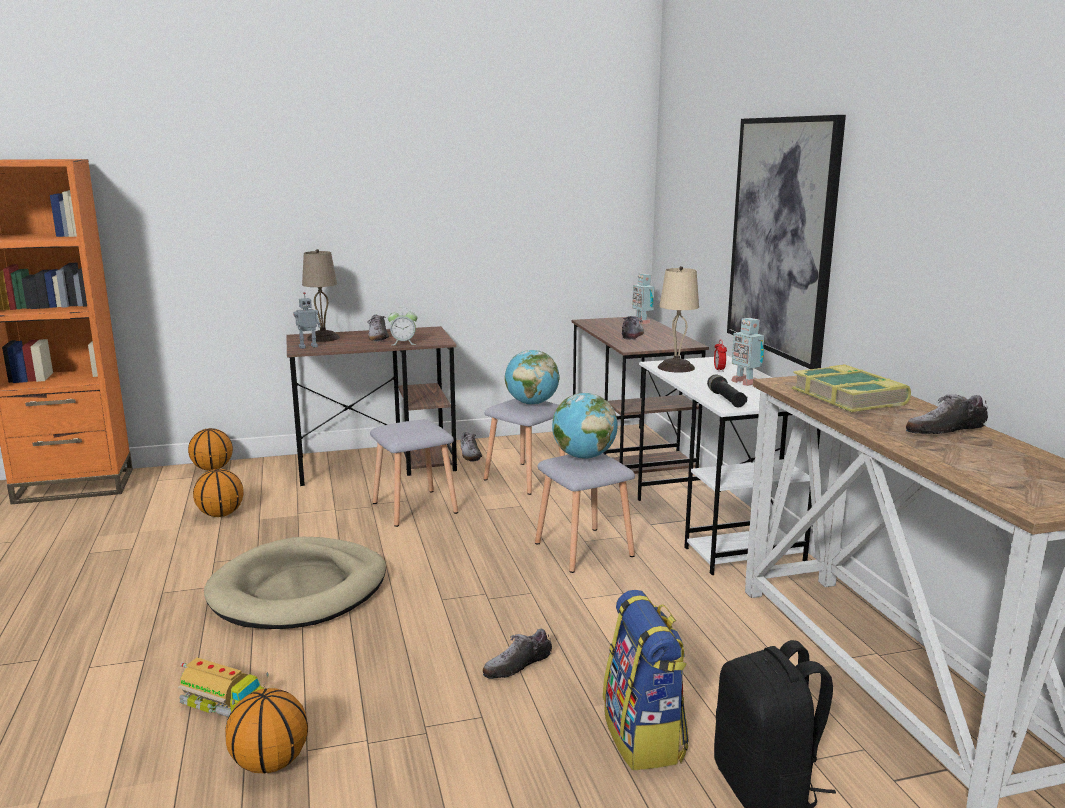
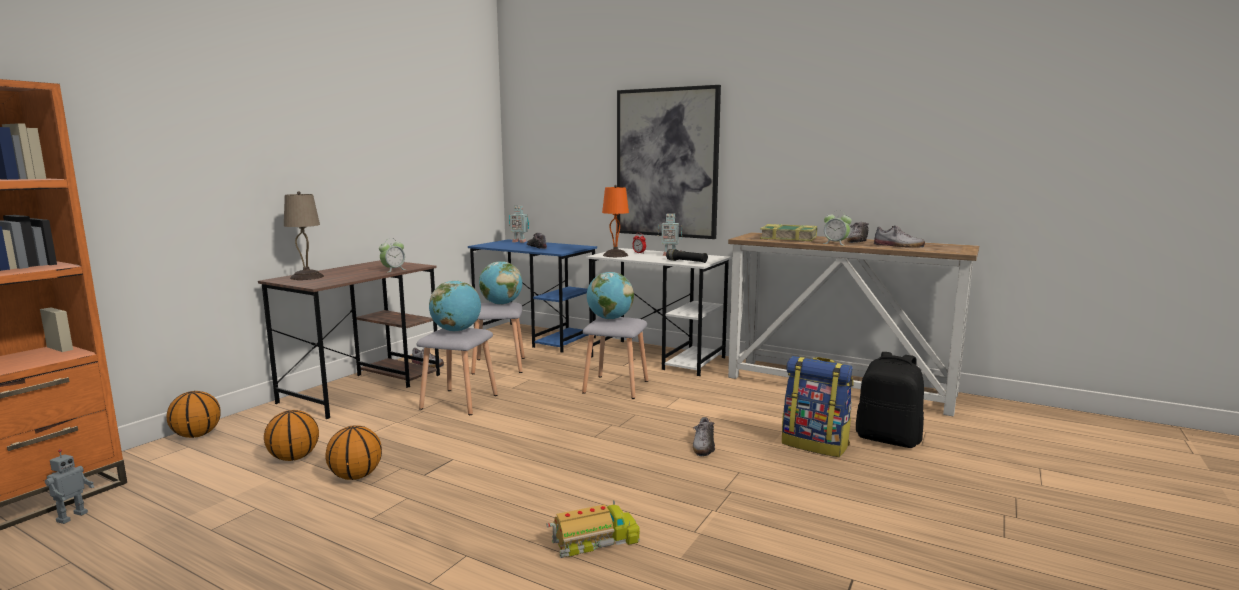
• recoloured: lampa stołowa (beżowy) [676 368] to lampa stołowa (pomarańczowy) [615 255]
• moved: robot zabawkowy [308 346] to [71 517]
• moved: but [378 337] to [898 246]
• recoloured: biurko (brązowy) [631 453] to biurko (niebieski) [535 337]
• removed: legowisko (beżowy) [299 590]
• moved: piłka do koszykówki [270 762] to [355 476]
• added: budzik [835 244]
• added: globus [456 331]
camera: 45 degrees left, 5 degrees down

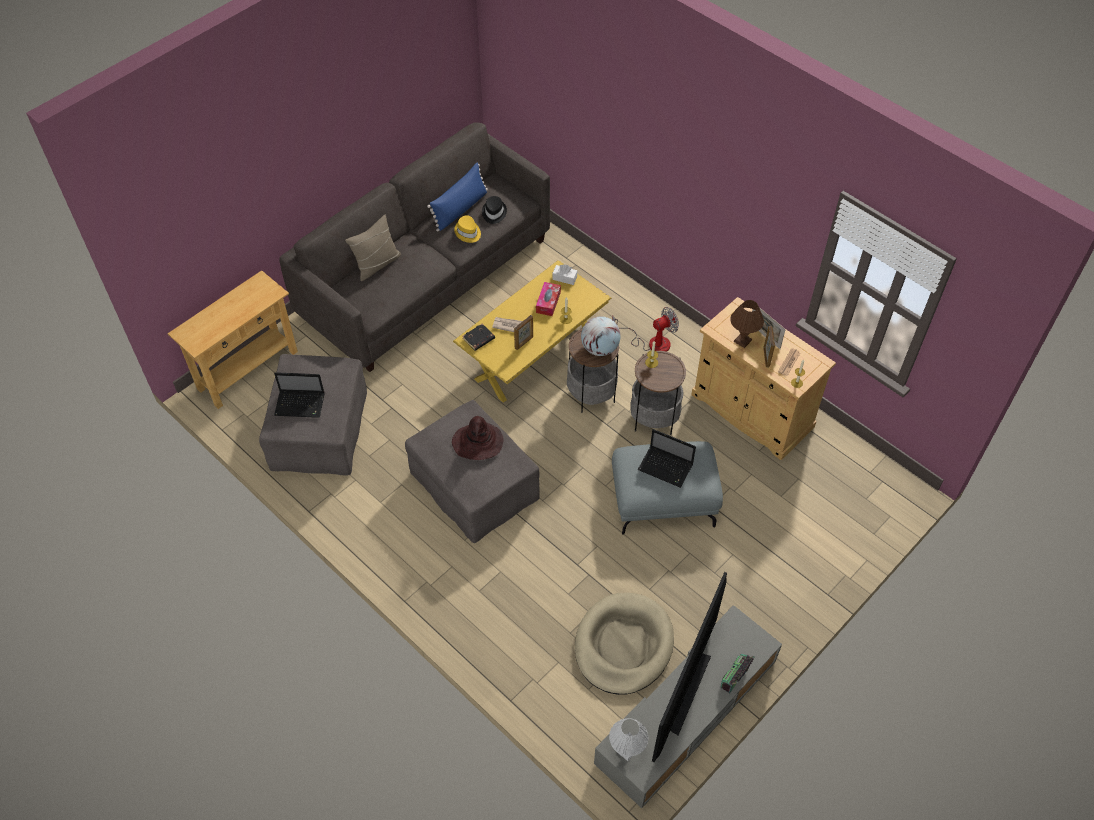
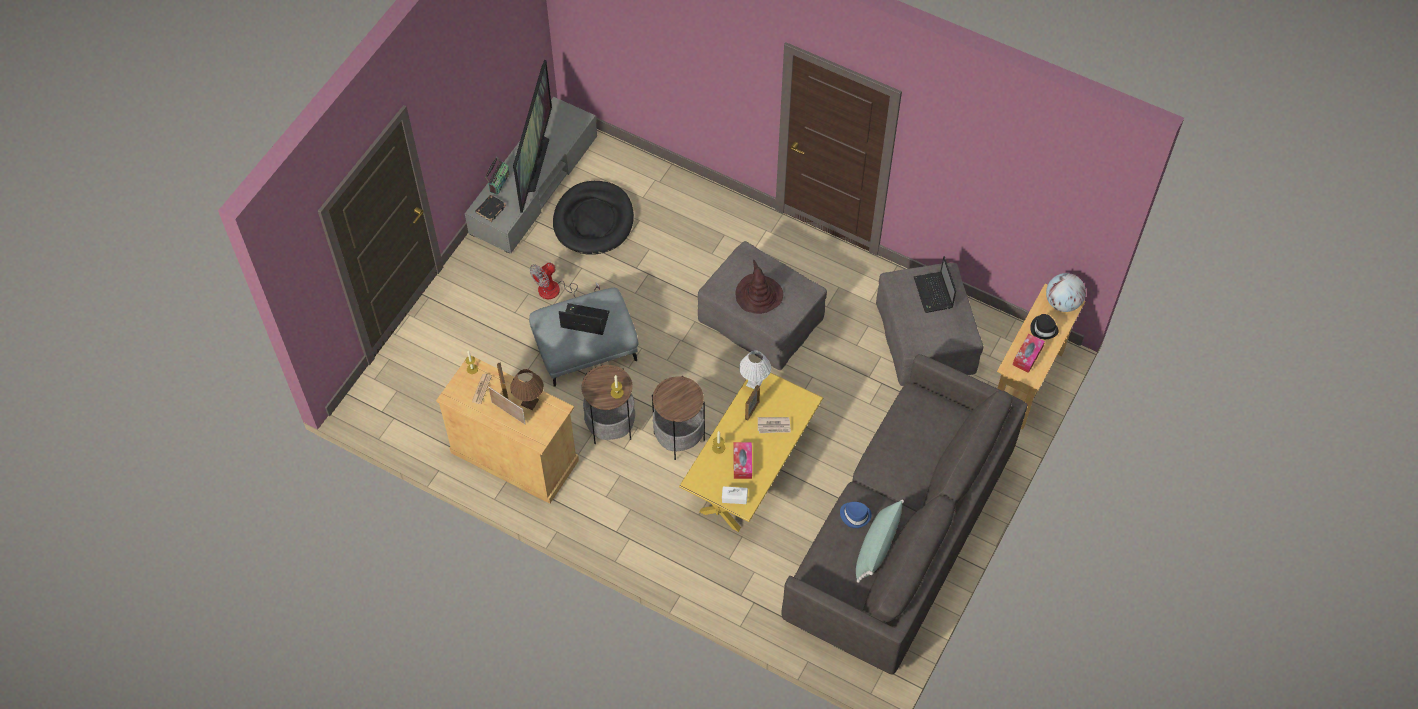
• recoloured: poduszka (niebieski) [460 209] to poduszka (zielony) [876 547]
• moved: kapelusz (czarny) [493 213] to [1044 328]
• removed: poduszka (beżowy) [377 264]
• recoloured: kapelusz (żółty) [468 232] to kapelusz (niebieski) [855 515]
• moved: wentylator [651 342] to [557 291]
• moved: globus [600 348] to [1062 303]
• moved: książka (czarny) [478 339] to [490 209]
• turned: laptop [301 404] = [933 293] 90 degrees counterclockwise
• recoloured: legowisko (beżowy) [623 645] to legowisko (czarny) [593 220]
• moved: lampa stołowa (biały) [626 750] to [754 383]
• added: pudełko chusteczek [1027 356]
camera: 165 degrees right, 5 degrees up

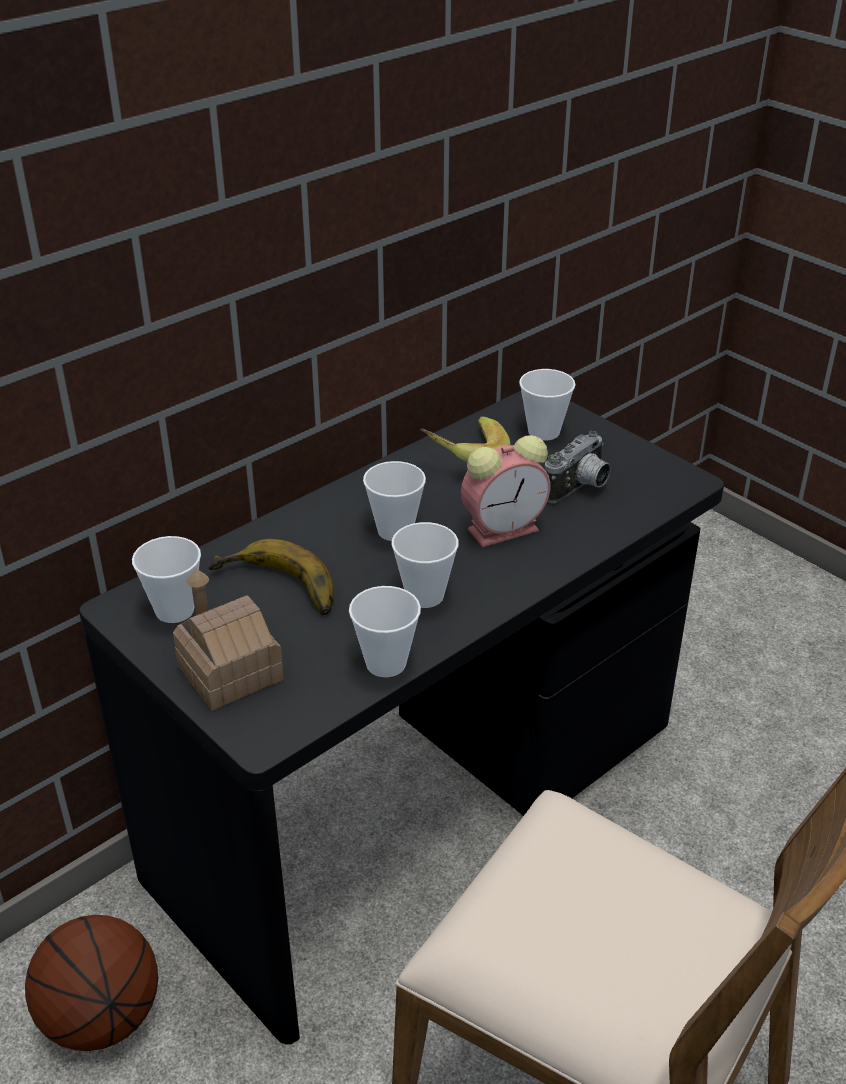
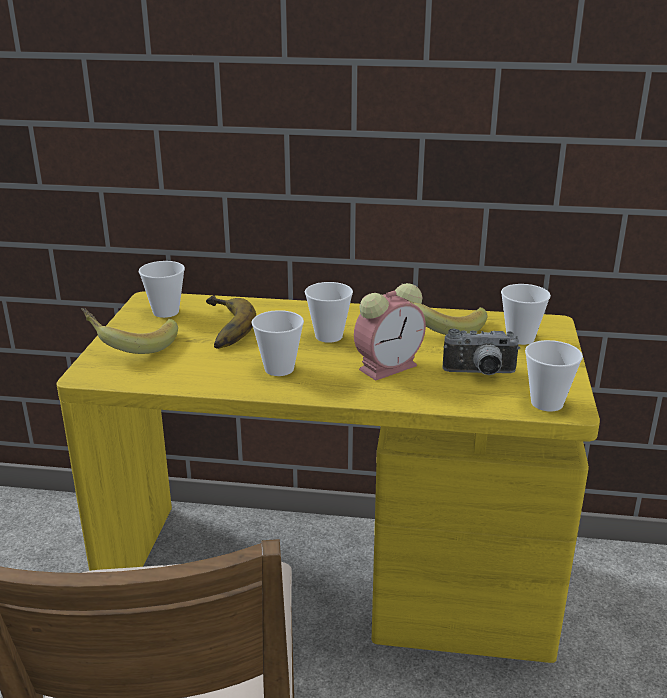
• recoloured: biurko (czarny) [421 804] to biurko (żółty) [333 583]
• turned: budzik [505 528] = [389 366] 60 degrees counterclockwise
• replaced: domek [229 673] to banan [132 345]
• moved: filiżanka [386 663] to [547 403]
• removed: piłka do koszykówki [101 1016]
camera: 50 degrees right, 10 degrees down

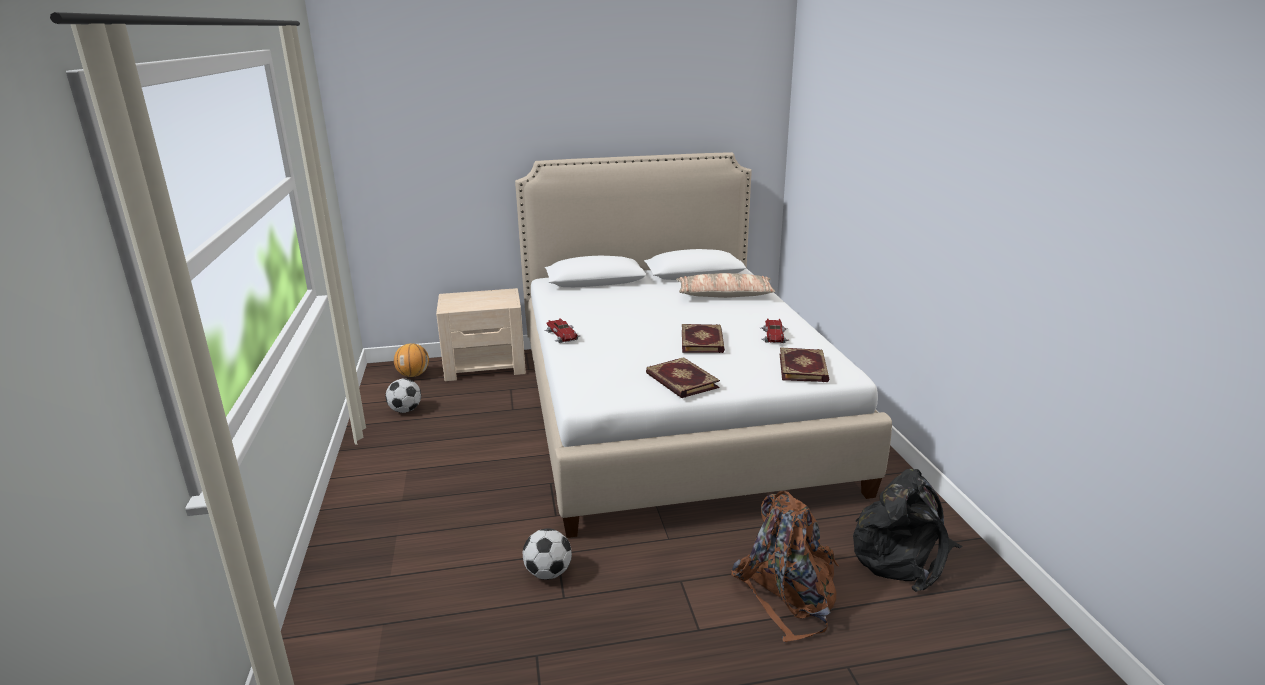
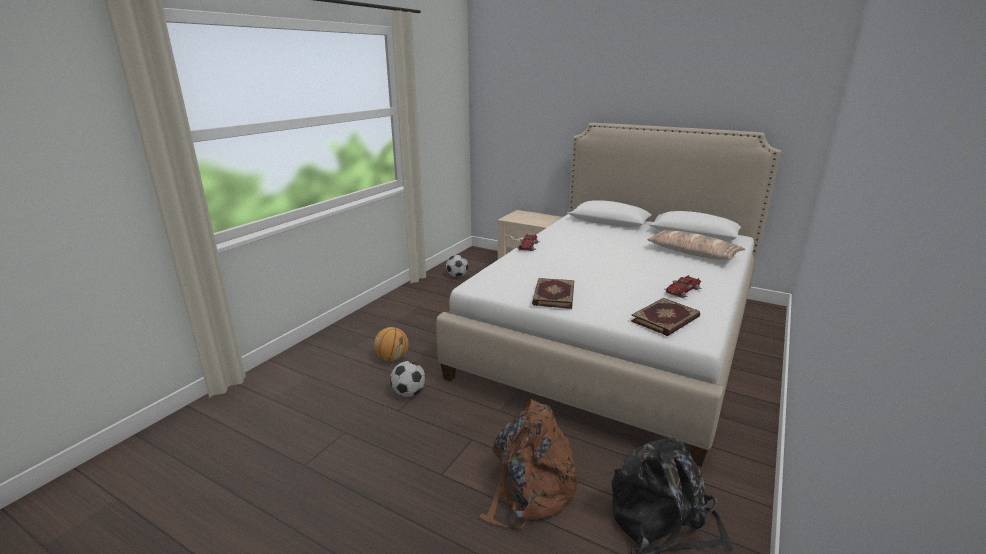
• removed: książka [703 341]
• moved: piłka do koszykówki [413 375] to [392 358]
camera: 40 degrees right, 0 degrees up

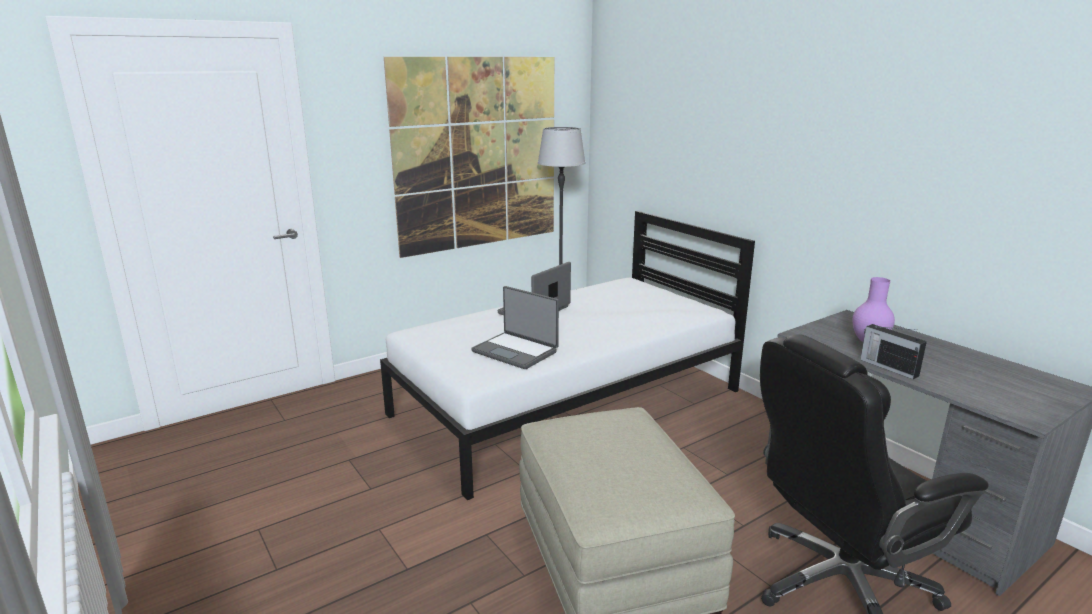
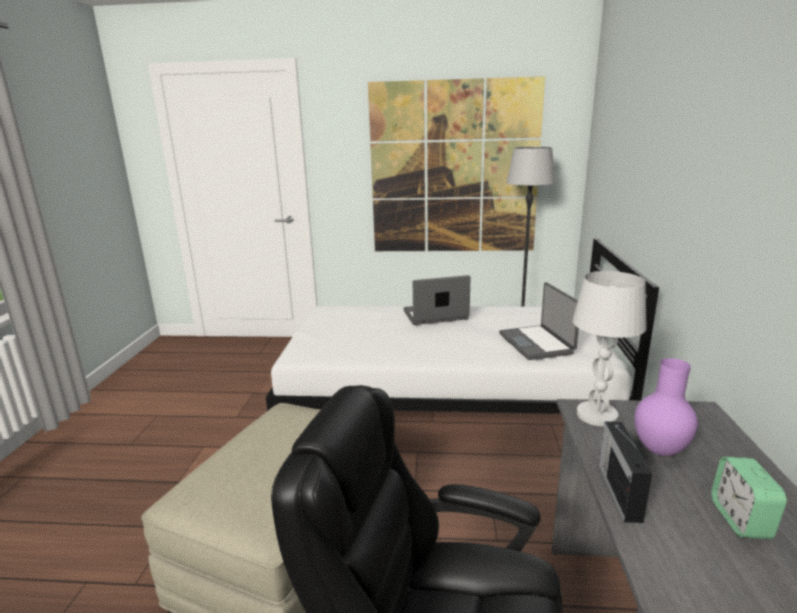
• moved: laptop [516 351] to [537 343]
• added: lampa stołowa (biały) [596 415]
• added: budzik [740 519]
camera: 40 degrees right, 0 degrees up

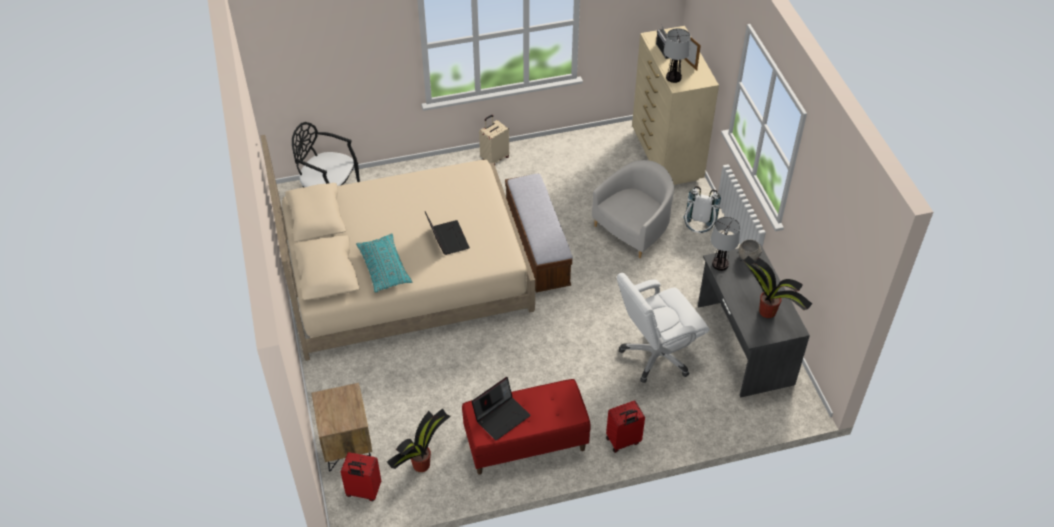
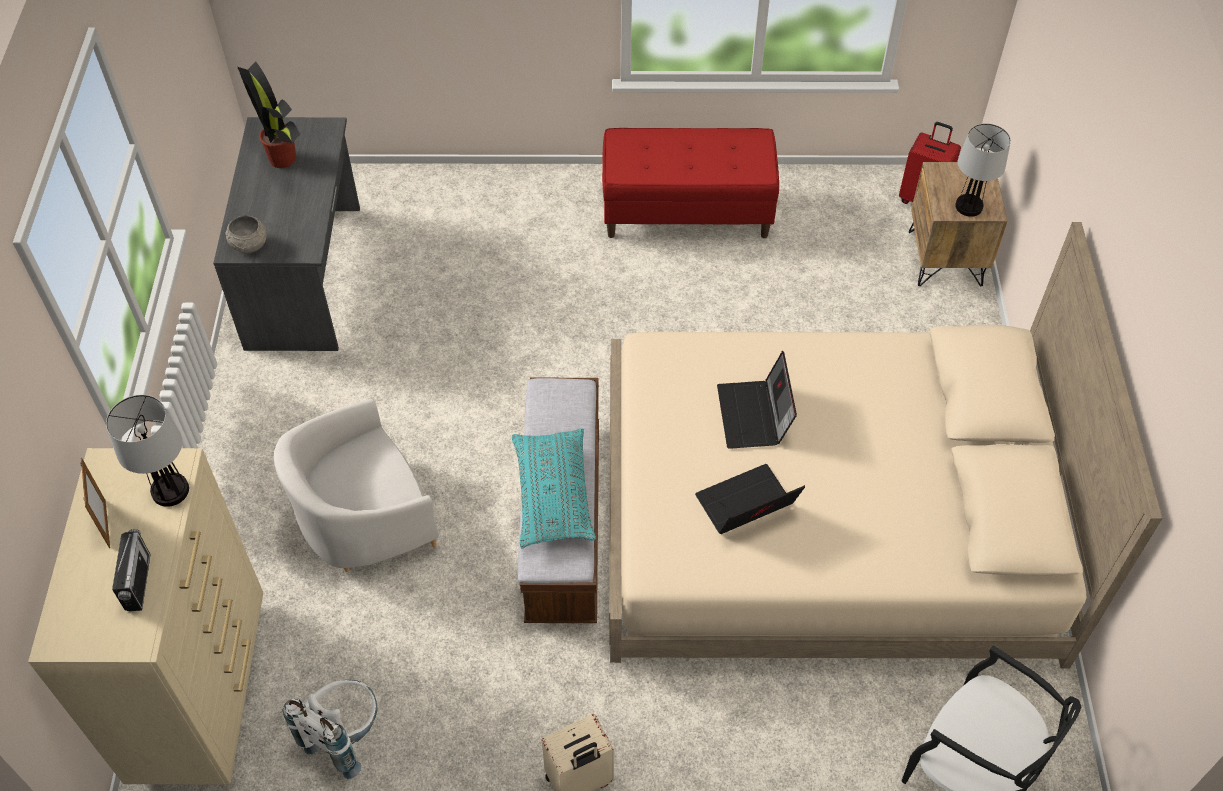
• moved: plecak (biały) [698 230] to [344 736]
• moved: lampa stołowa [720 264] to [968 206]
• moved: poduszka (turkusowy) [384 268] to [553 496]
• removed: krzesło biurowe (biały) [656 355]
• moved: laptop [501 416] to [746 506]
• removed: walizka (czerwony) [623 441]
• removed: roślina doniczkowa [422 464]
camera: 165 degrees left, 5 degrees up

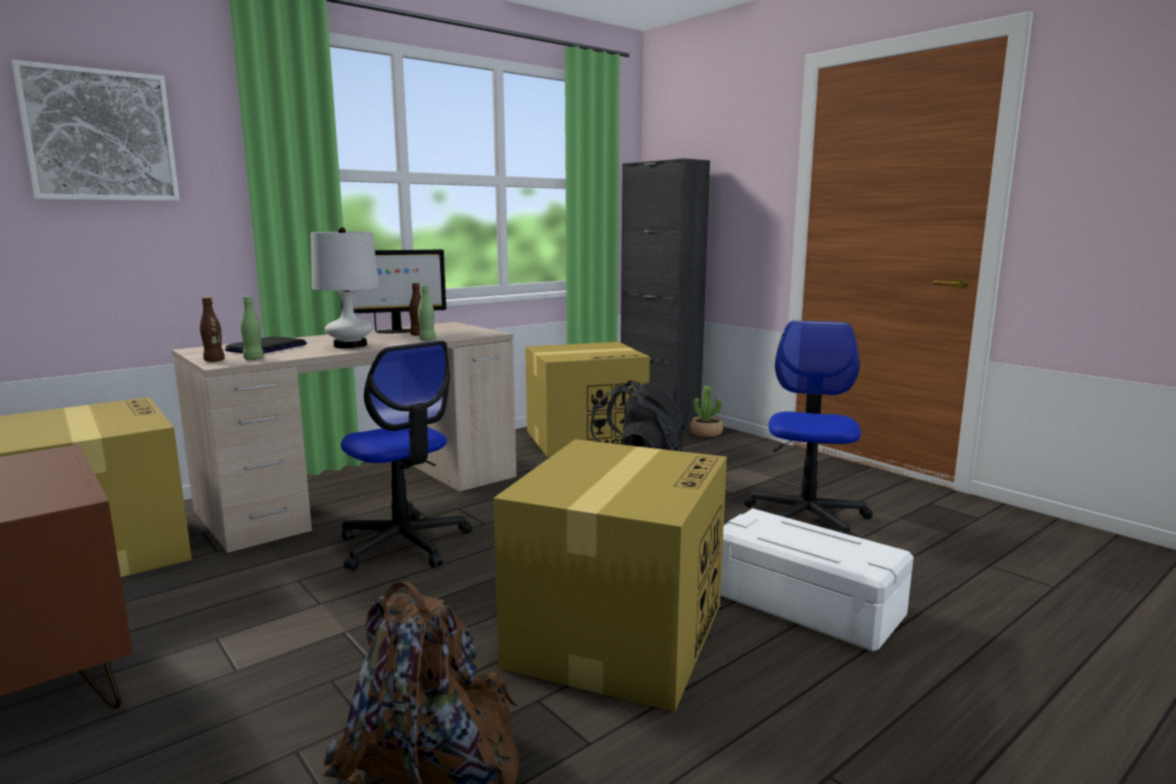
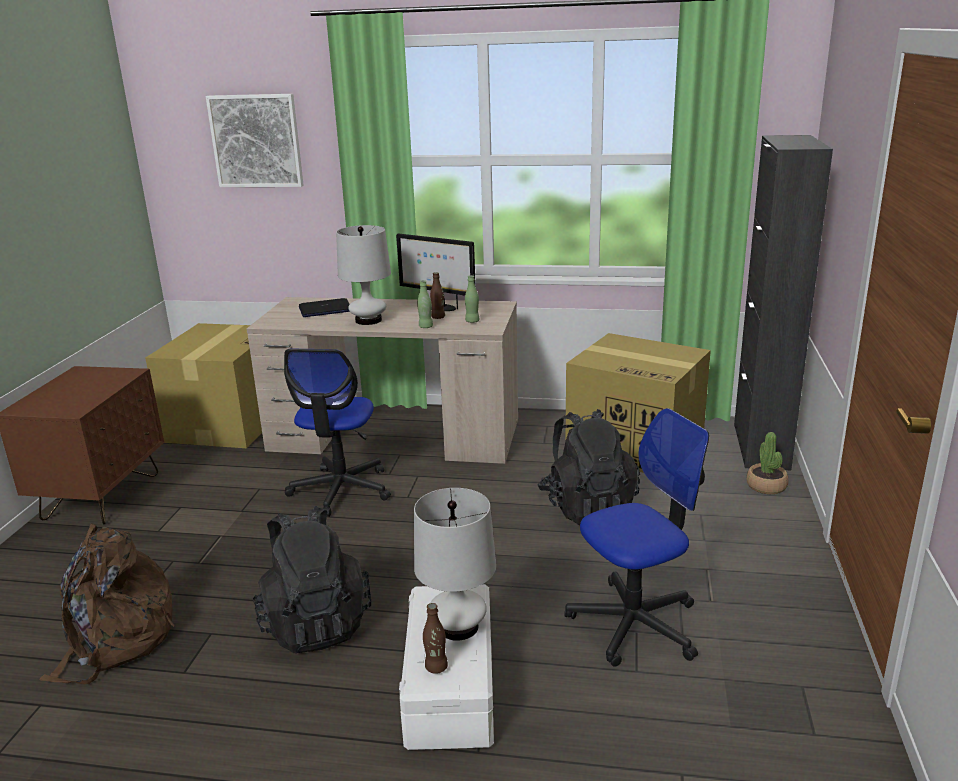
• moved: butelka (zielony) [253 359] to [472 321]
• moved: butelka (brązowy) [214 361] to [436 667]
• replaced: karton [617 632] to plecak (czarny) [315 623]
• added: lampa stołowa (biały) [458 627]
camera: 50 degrees right, 10 degrees up

